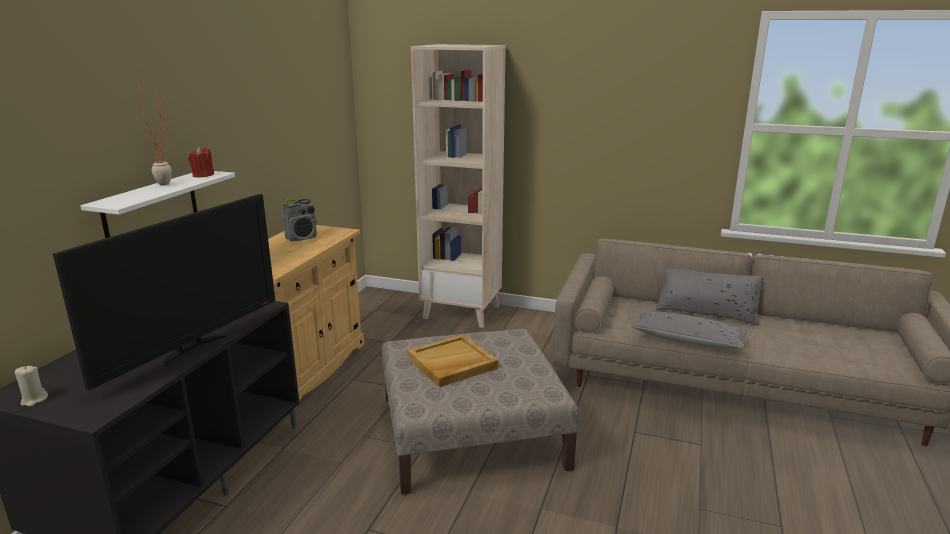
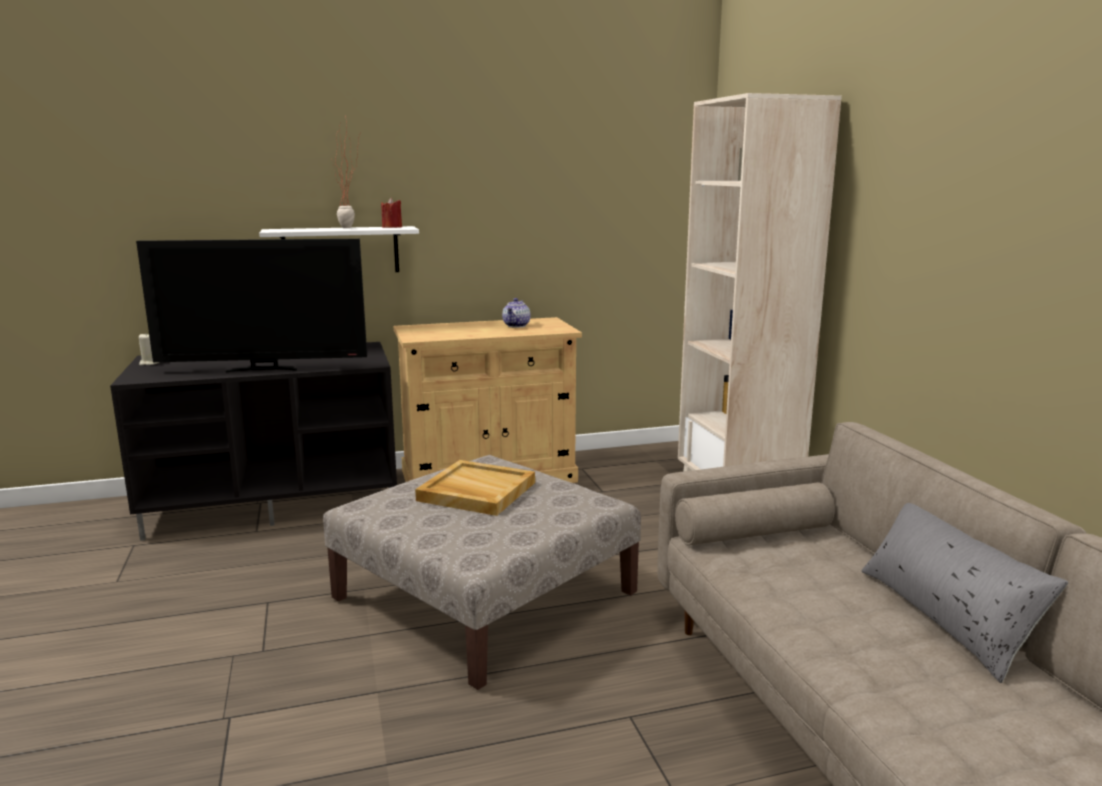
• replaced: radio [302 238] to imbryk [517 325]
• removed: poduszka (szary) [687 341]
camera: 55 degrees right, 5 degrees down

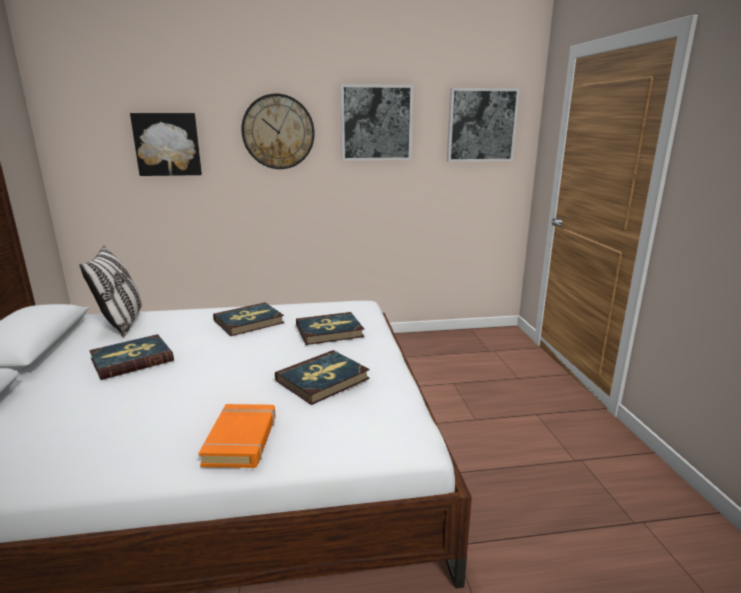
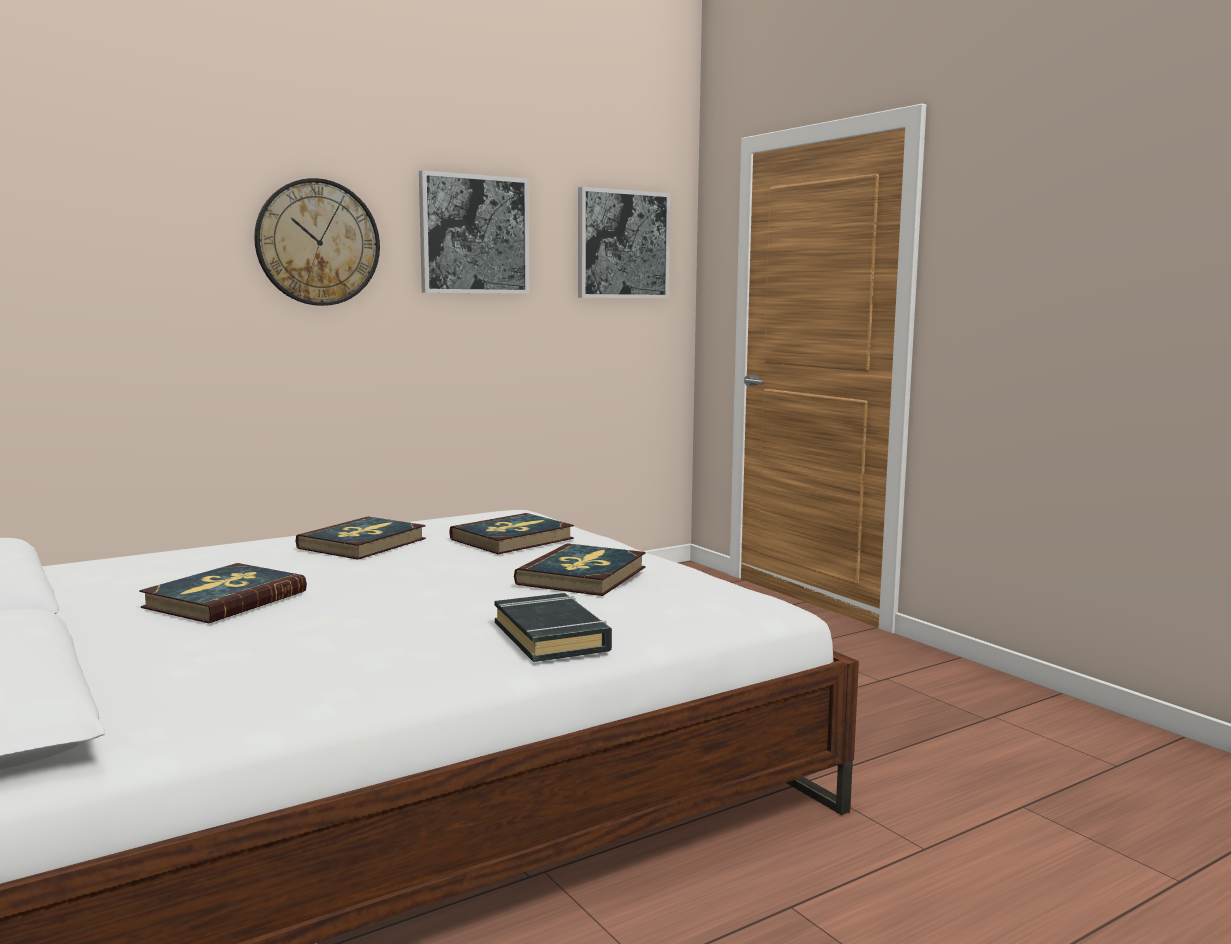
• removed: obraz [167 144]
• removed: poduszka [122 323]
• recoloured: książka (pomarańczowy) [241 440] to książka (czarny) [552 636]
camera: 25 degrees left, 10 degrees down

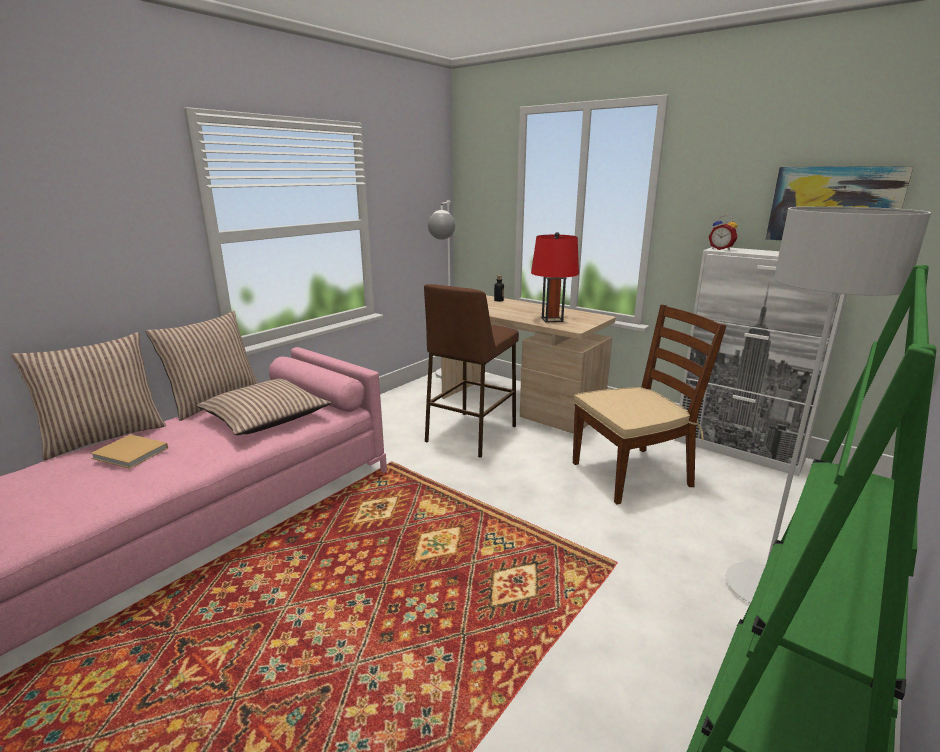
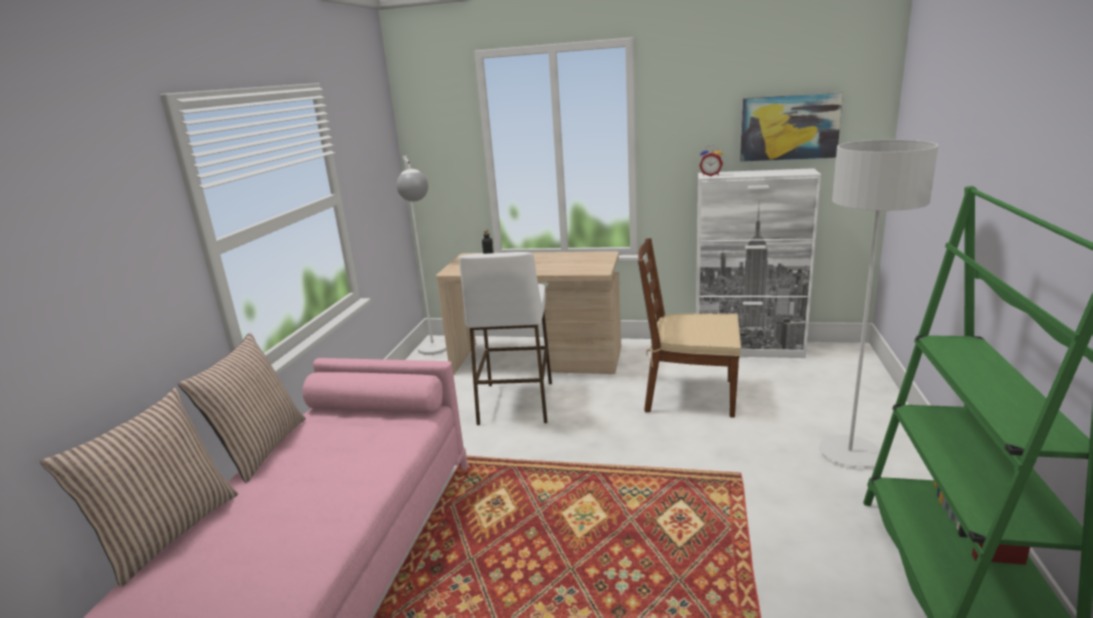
• removed: lampa stołowa (czerwony) [552 319]
• recoloured: stołek (brązowy) [471 434] to stołek (biały) [516 403]
• turned: krzesło (brązowy) [632 474] = [688 395] 120 degrees counterclockwise
• removed: poduszka [265 418]
• removed: książka (beżowy) [132 453]
camera: 25 degrees left, 0 degrees up

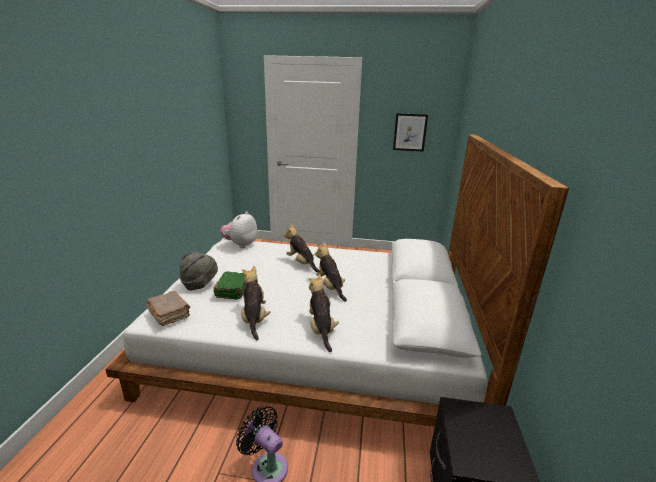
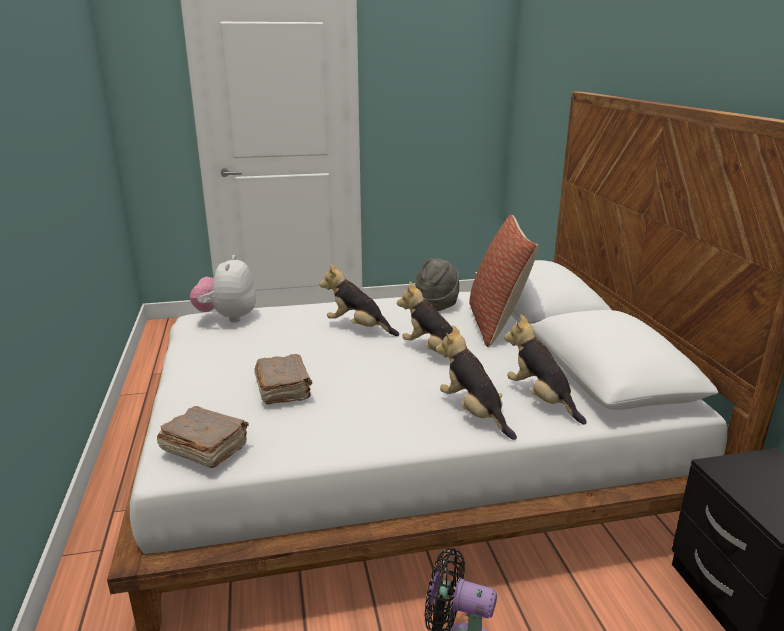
• removed: obraz [410 132]
• moved: kapelusz (szary) [200 284] to [436 304]
• moved: pluszak [254 319] to [541 399]
• recoloured: książka (zielony) [233 291] to książka (brązowy) [284 389]
• added: poduszka [496 324]
camera: 20 degrees left, 0 degrees up

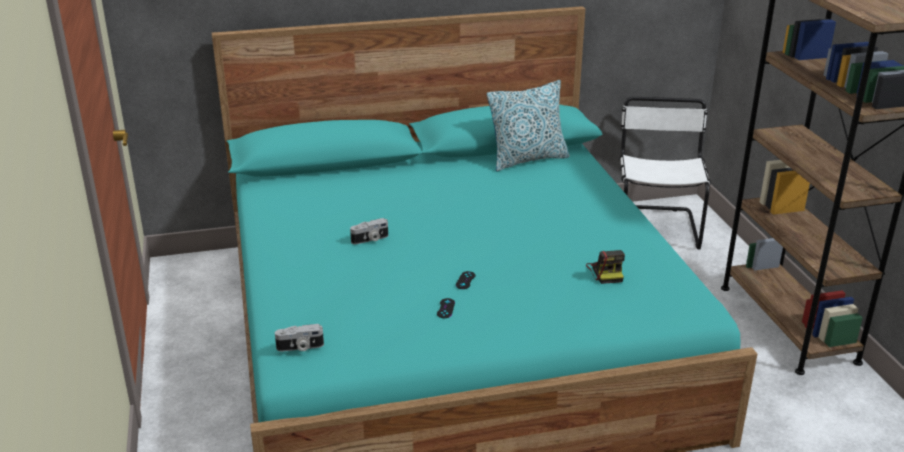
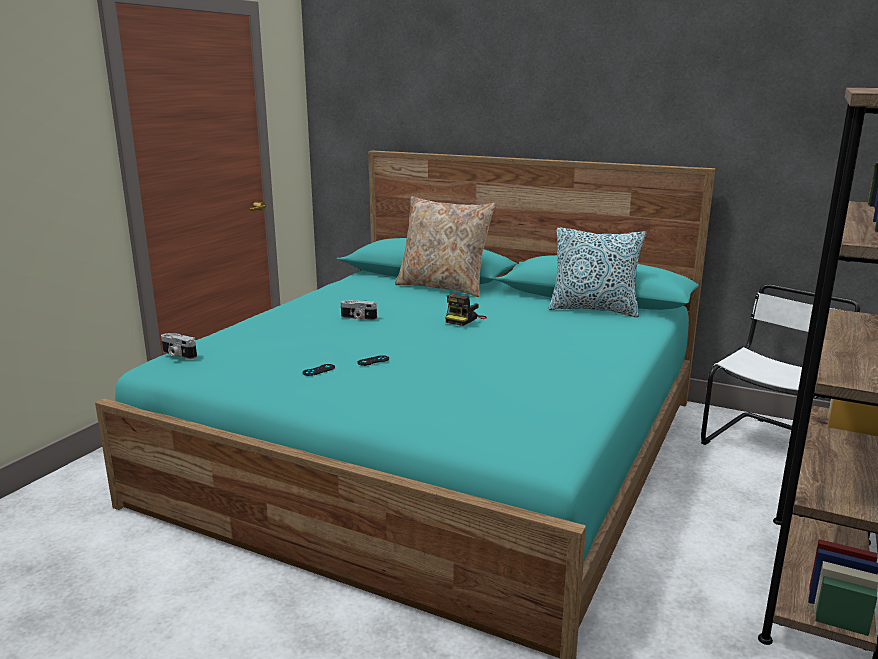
• moved: aparat fotograficzny [606 272] to [464 319]
• added: poduszka (beżowy) [443 287]
camera: 40 degrees right, 10 degrees down

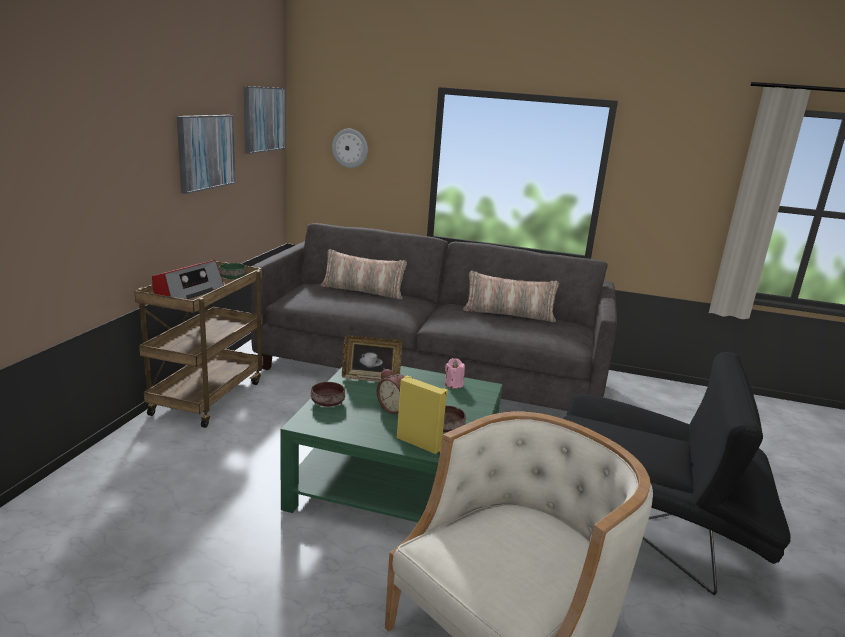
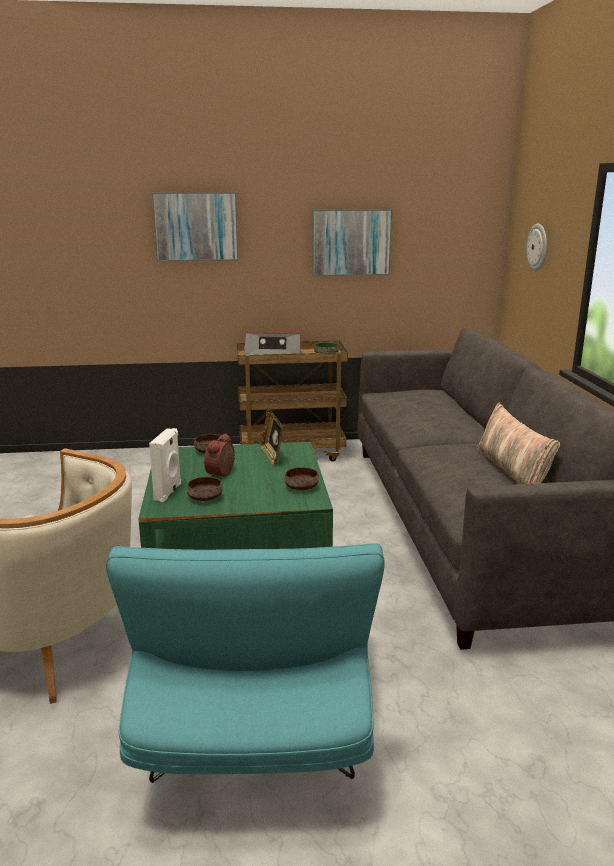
• moved: obraz [263 119] to [196 226]
• removed: poduszka [363 291]
• recoloured: fotel (czarny) [646 530] to fotel (turkusowy) [256 719]
• replaced: świeca (różowy) [453 384] to miska (brązowy) [301 487]
• recoloured: głośnik (żółty) [420 443] to głośnik (biały) [169 492]
camera: 70 degrees right, 0 degrees up

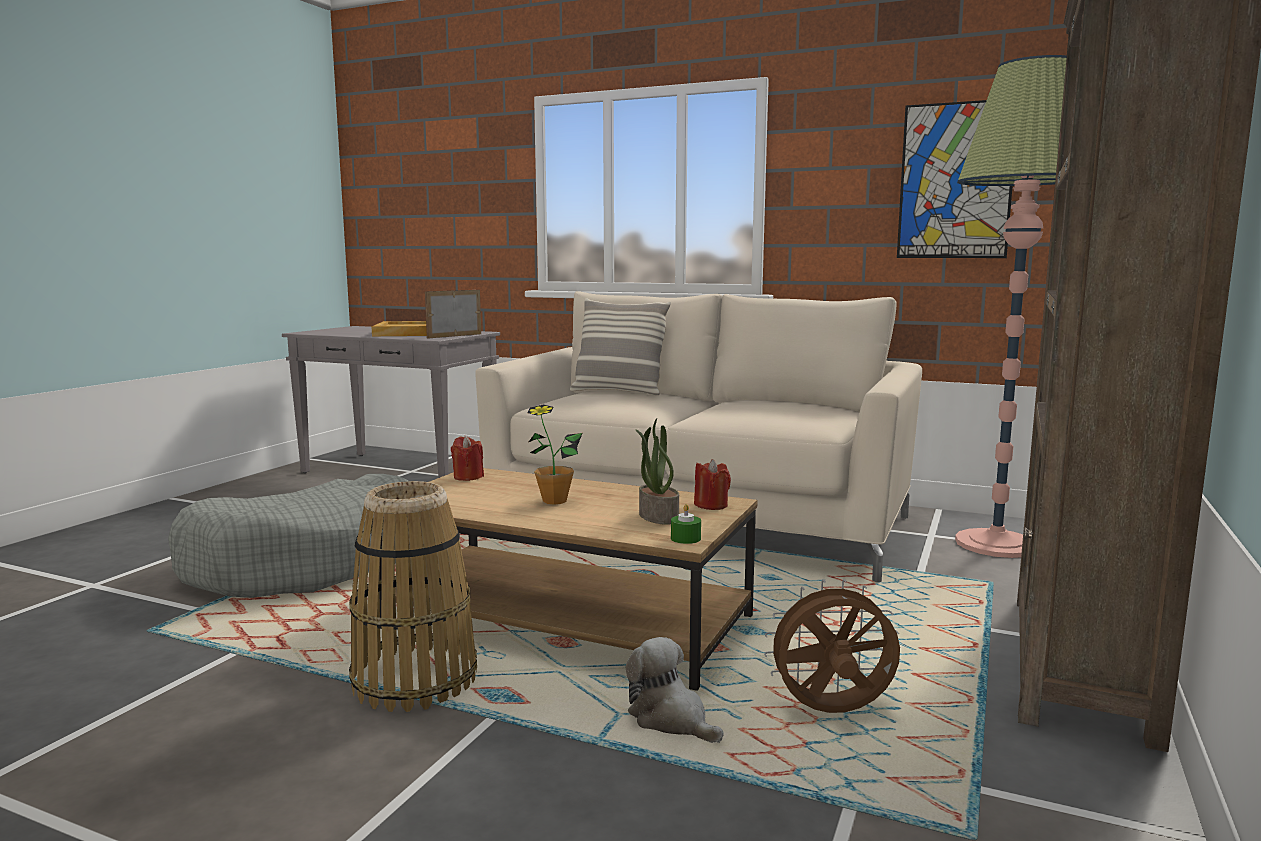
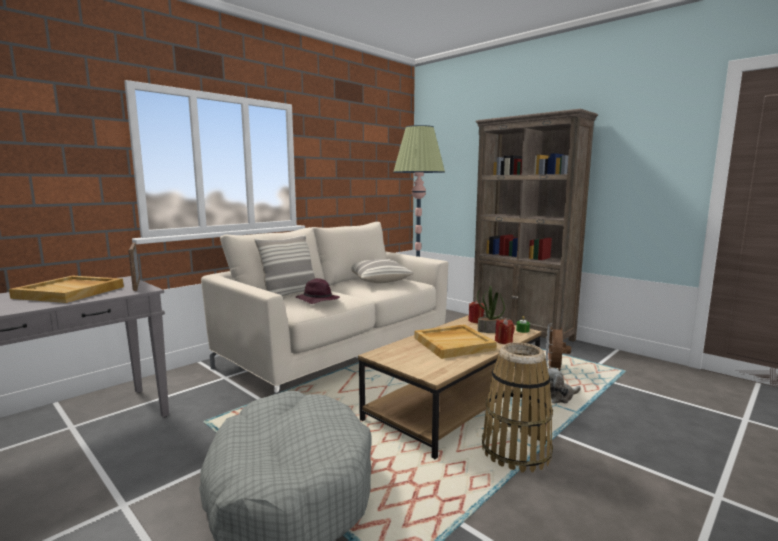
• removed: obraz [955 181]
• replaced: roślina doniczkowa [554 501] to taca (beżowy) [454 343]
• moved: świeca (czerwony) [468 477] to [504 341]
• added: poduszka [378 280]
• added: kapelusz (fioletowy) [317 300]
camera: 70 degrees left, 0 degrees up

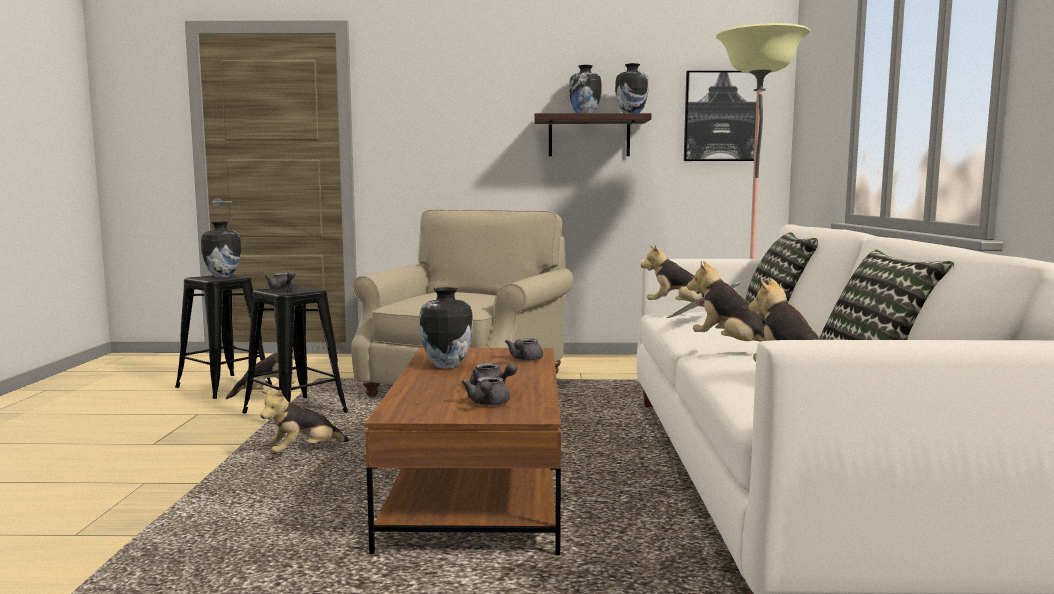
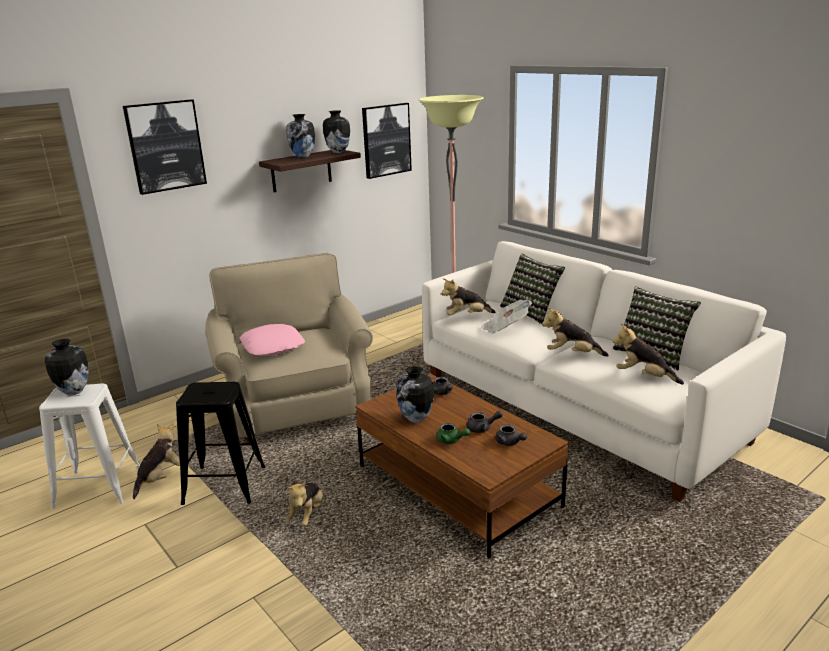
• removed: imbryk (szary) [283 290]
• recoloured: stołek (czarny) [224 386] to stołek (biały) [98 487]
• added: obraz [165 146]
• added: poduszka (różowy) [273 346]
• added: imbryk (zielony) [451 441]
camera: 40 degrees left, 15 degrees up

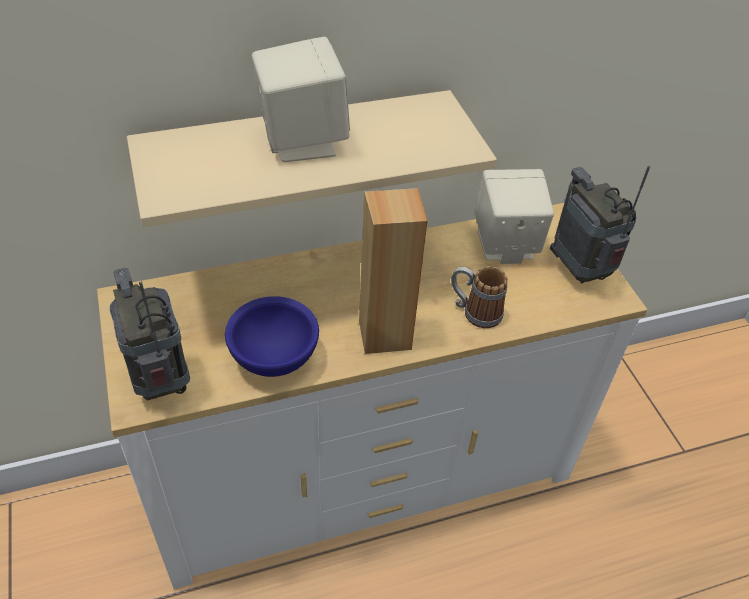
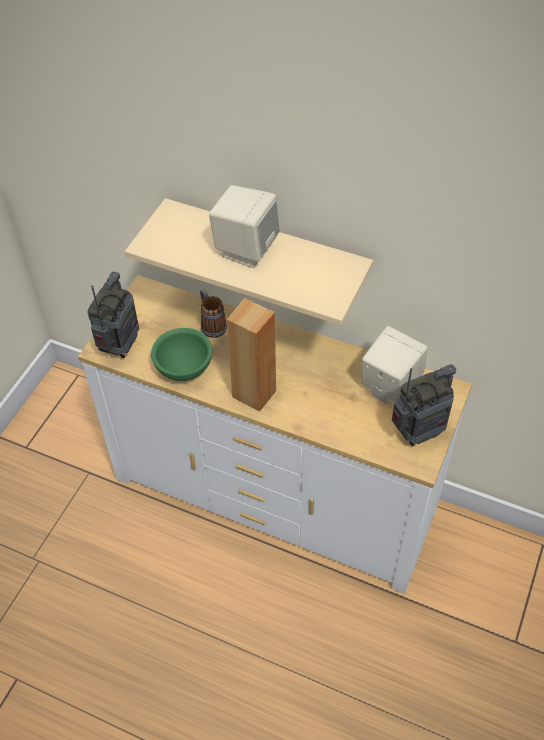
• turned: radio [580 271] = [418 433] 45 degrees clockwise
• moved: kubek [474 312] to [211 324]
• recoloured: miska (niebieski) [275 357] to miska (zielony) [185 369]
camera: 45 degrees right, 5 degrees up

